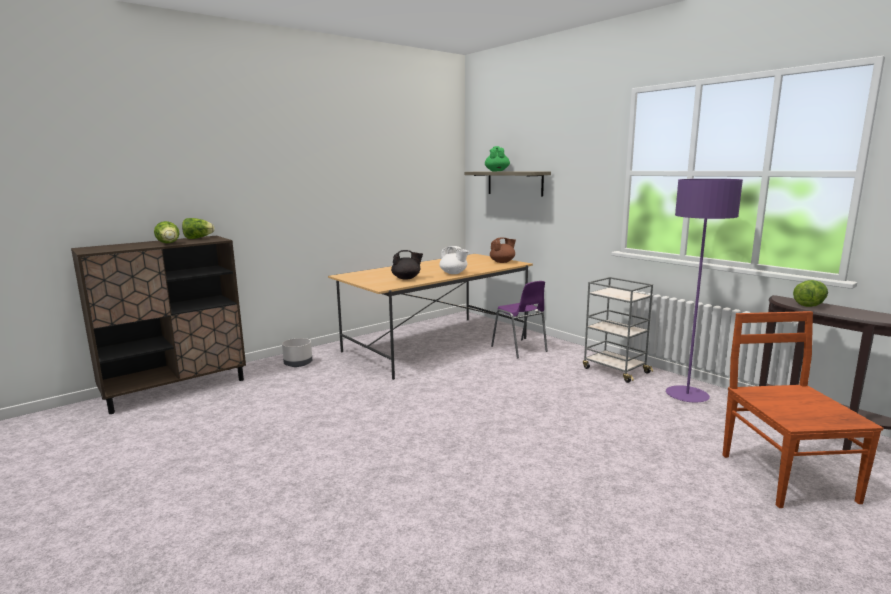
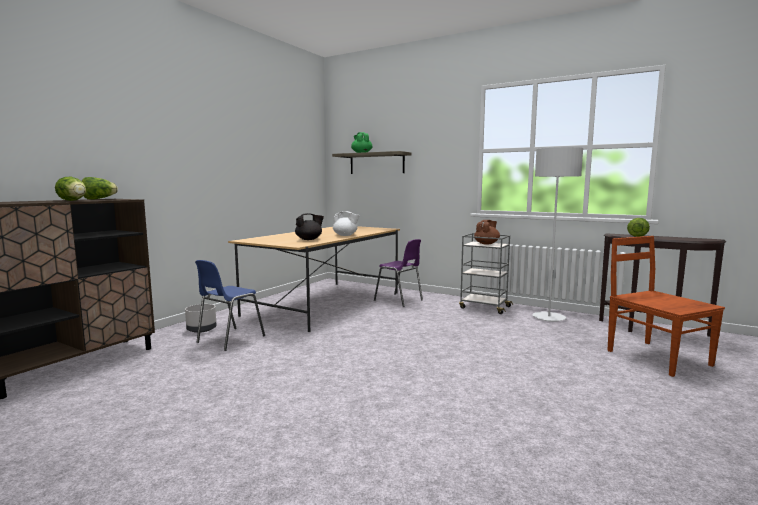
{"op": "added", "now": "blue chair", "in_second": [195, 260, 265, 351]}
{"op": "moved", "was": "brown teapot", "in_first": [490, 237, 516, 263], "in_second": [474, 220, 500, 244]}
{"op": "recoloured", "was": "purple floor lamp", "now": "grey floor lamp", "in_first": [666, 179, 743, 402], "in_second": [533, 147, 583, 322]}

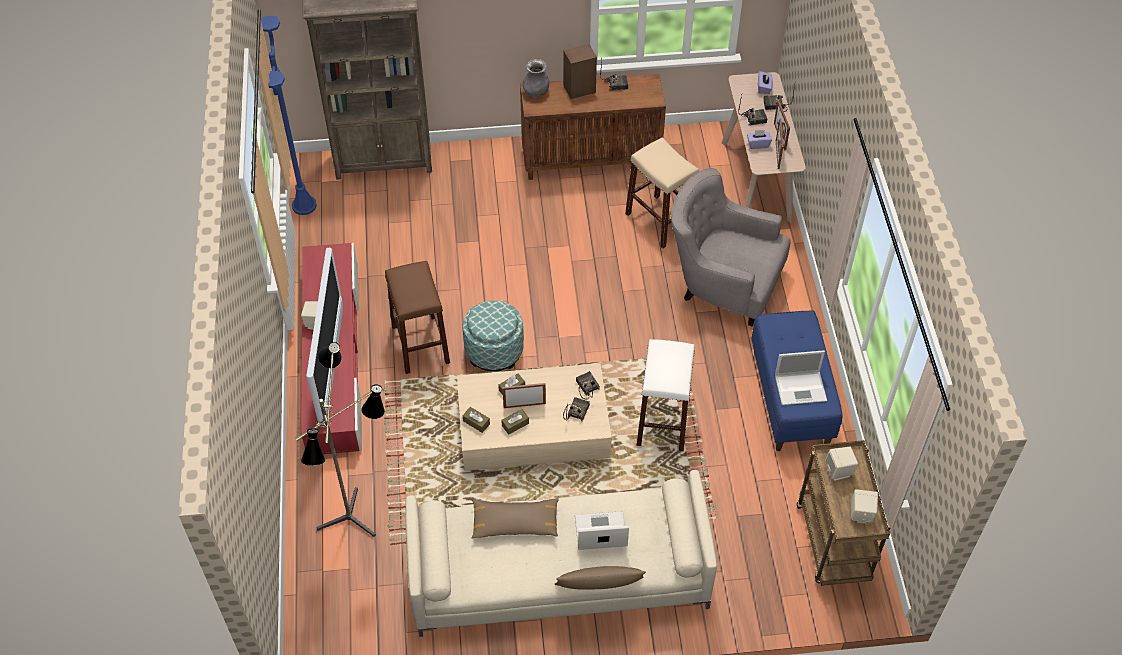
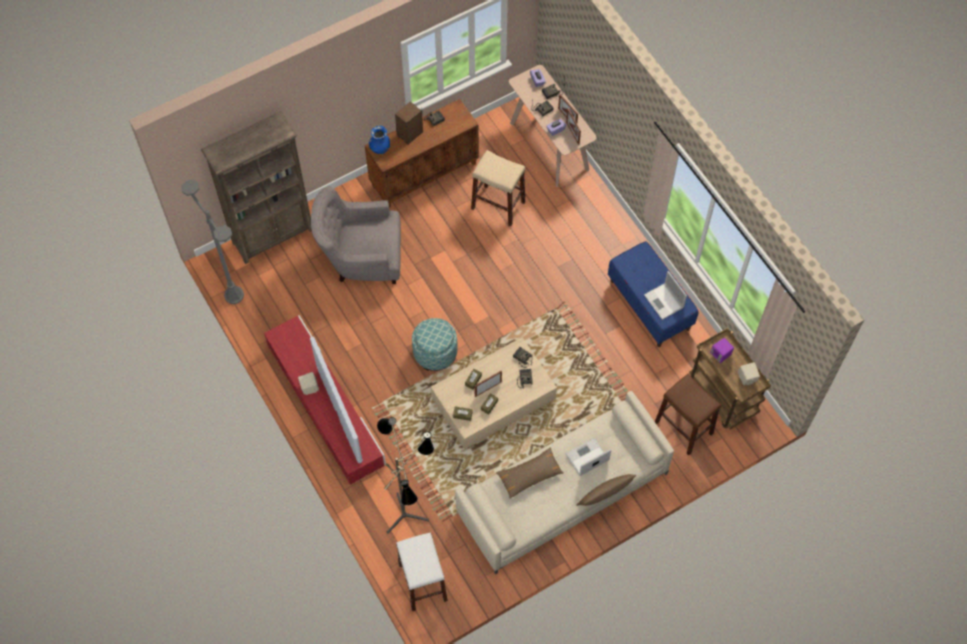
{"op": "moved", "was": "brown stool", "in_first": [385, 261, 450, 374], "in_second": [655, 374, 721, 455]}
{"op": "moved", "was": "white stool", "in_first": [636, 339, 695, 451], "in_second": [396, 533, 448, 611]}
{"op": "moved", "was": "grey armchair", "in_first": [671, 168, 791, 327], "in_second": [311, 186, 401, 284]}
{"op": "recoloured", "was": "blue floor lamp", "now": "grey floor lamp", "in_first": [261, 16, 317, 215], "in_second": [181, 179, 244, 304]}
{"op": "recoloured", "was": "grey vase", "now": "blue vase", "in_first": [522, 59, 549, 97], "in_second": [369, 126, 390, 154]}
{"op": "recoloured", "was": "beige speaker", "now": "purple speaker", "in_first": [825, 447, 858, 481], "in_second": [710, 338, 734, 363]}
{"op": "turned", "was": "laptop", "in_first": [775, 350, 827, 405], "in_second": [644, 271, 687, 320], "clockwise": 90}

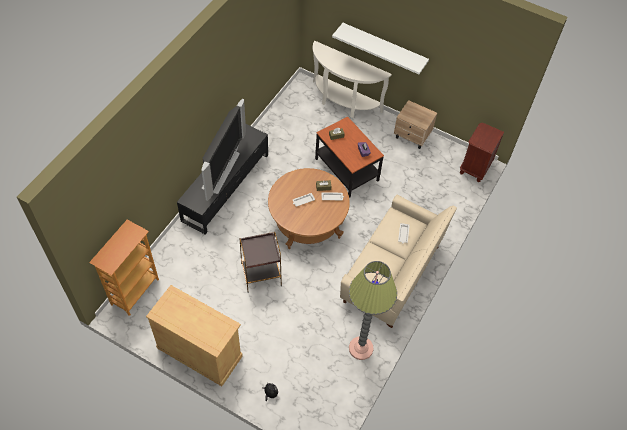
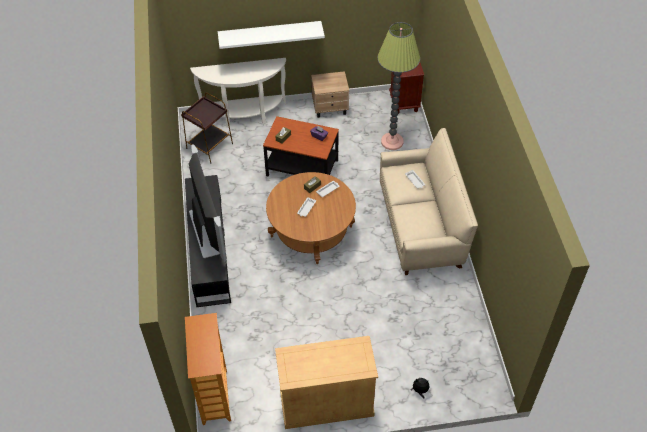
{"op": "moved", "was": "brown side table", "in_first": [240, 232, 282, 293], "in_second": [181, 93, 233, 163]}
{"op": "moved", "was": "floor lamp", "in_first": [349, 261, 397, 360], "in_second": [377, 22, 420, 150]}

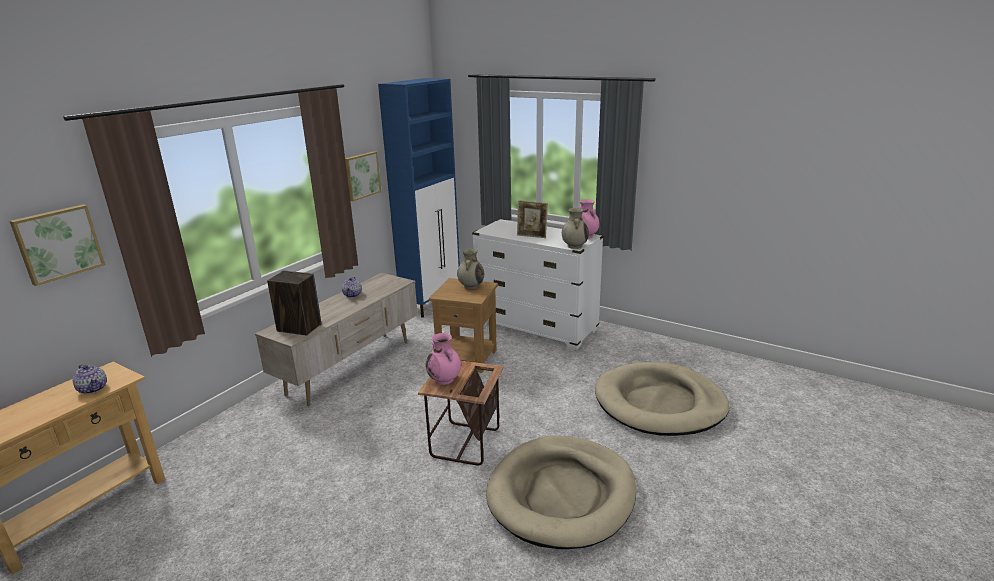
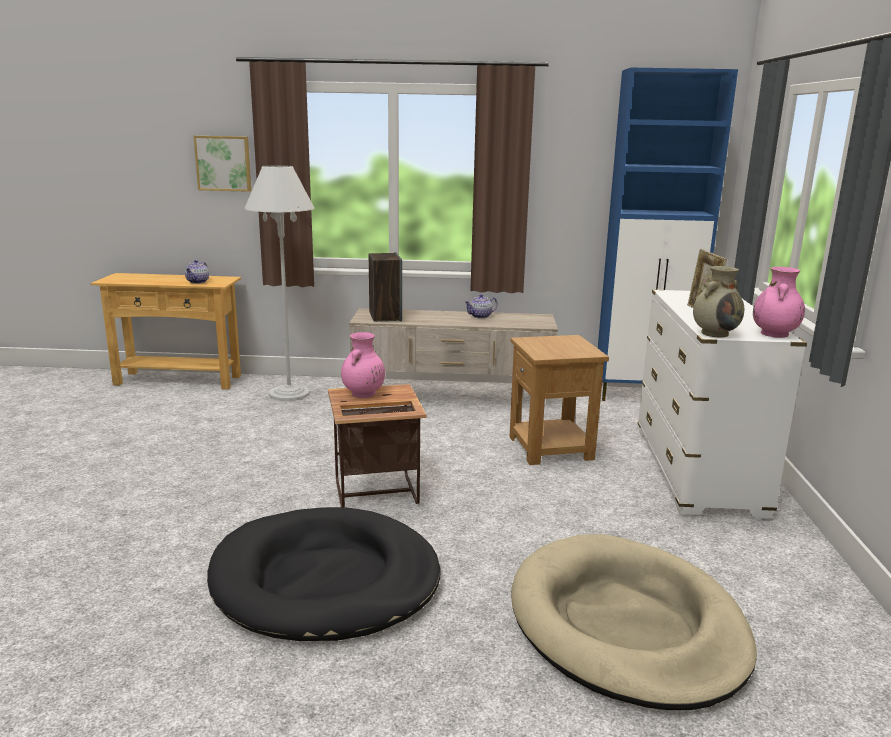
{"op": "removed", "was": "picture", "in_first": [345, 151, 381, 201]}
{"op": "removed", "was": "beige vase", "in_first": [457, 249, 484, 289]}
{"op": "added", "now": "white floor lamp", "in_second": [244, 165, 315, 401]}
{"op": "recoloured", "was": "beige dog bed", "now": "black dog bed", "in_first": [486, 435, 636, 549], "in_second": [207, 507, 440, 641]}

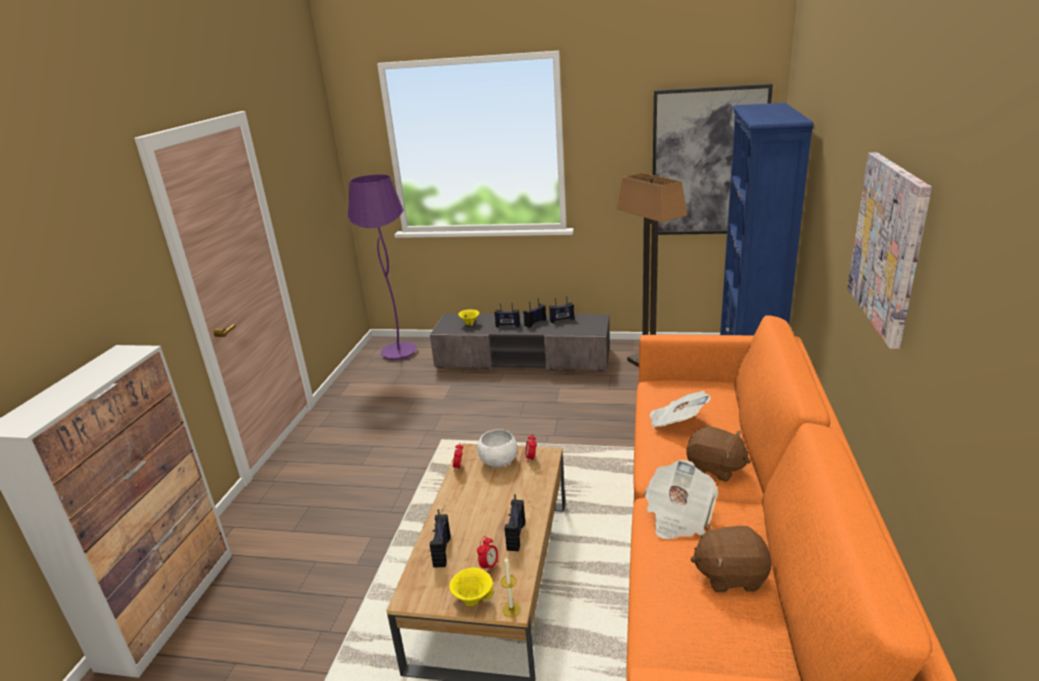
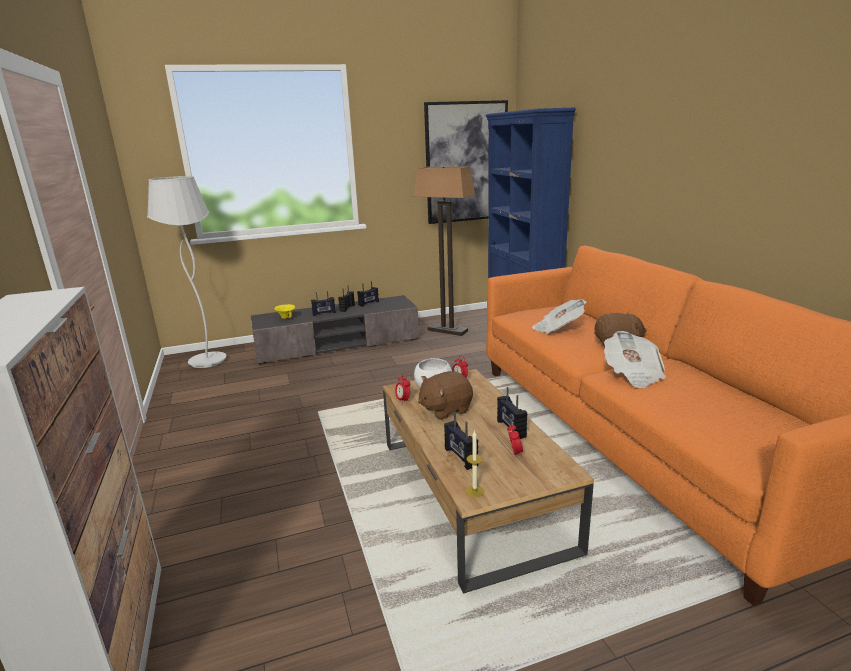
{"op": "removed", "was": "yellow bowl", "in_first": [449, 567, 493, 606]}
{"op": "removed", "was": "picture", "in_first": [847, 152, 932, 349]}
{"op": "moved", "was": "candle", "in_first": [500, 558, 521, 617], "in_second": [466, 430, 484, 497]}
{"op": "moved", "was": "brown plush toy", "in_first": [690, 523, 771, 593], "in_second": [418, 371, 473, 420]}
{"op": "recoloured", "was": "purple floor lamp", "now": "white floor lamp", "in_first": [347, 174, 417, 360], "in_second": [147, 176, 227, 368]}

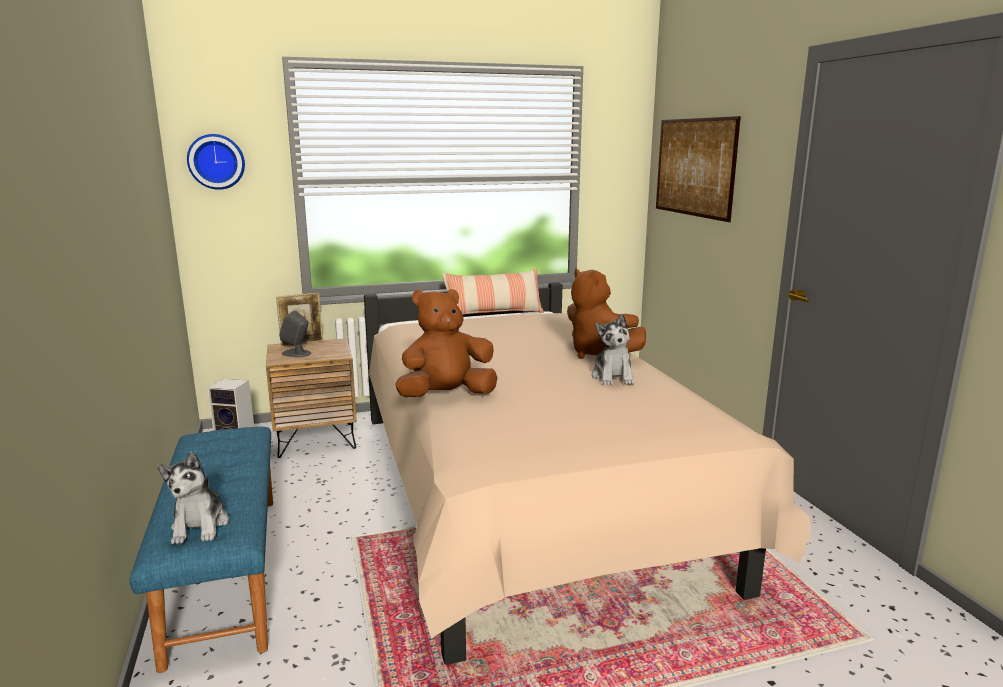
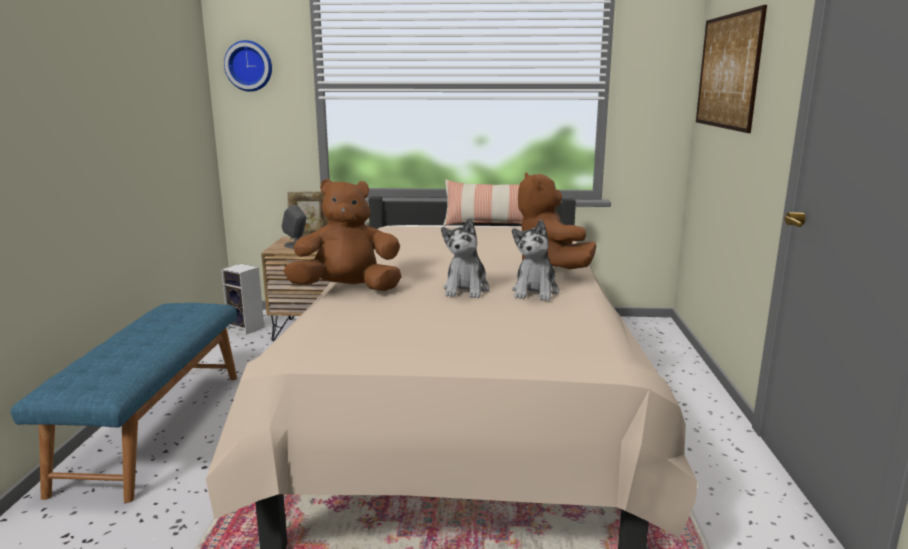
{"op": "moved", "was": "plush toy", "in_first": [157, 451, 229, 544], "in_second": [441, 218, 490, 298]}

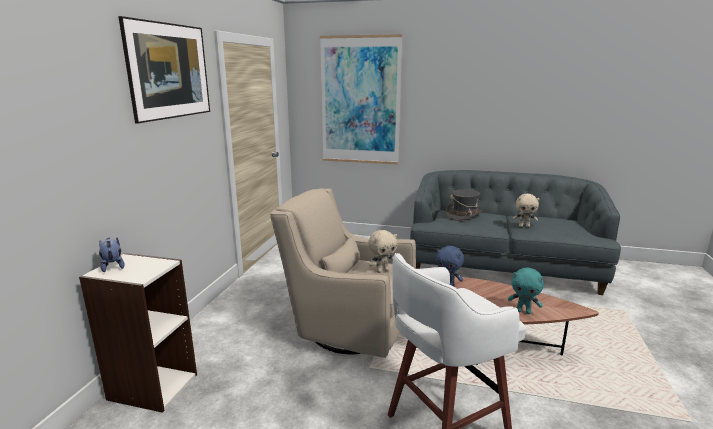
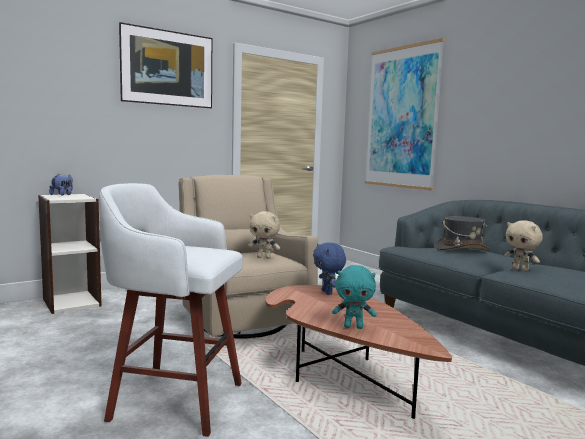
{"op": "turned", "was": "turquoise plush toy", "in_first": [508, 268, 544, 314], "in_second": [332, 265, 377, 329], "clockwise": -60}

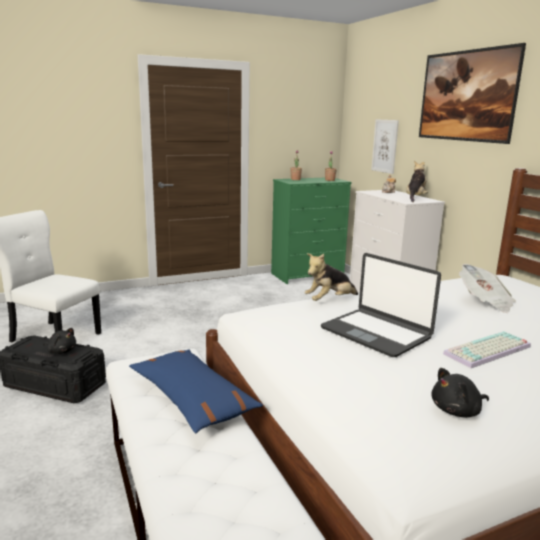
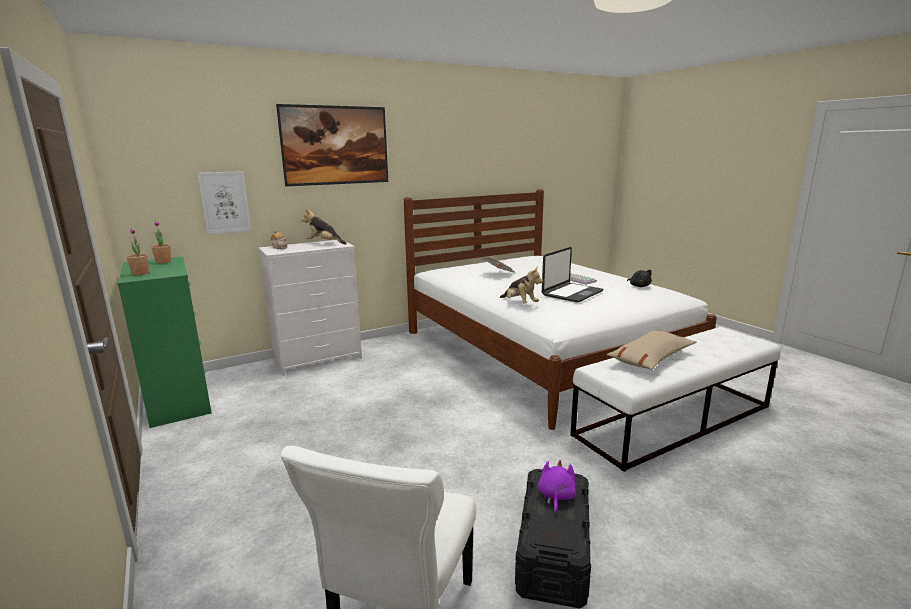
{"op": "recoloured", "was": "black plush toy", "now": "purple plush toy", "in_first": [43, 328, 76, 354], "in_second": [538, 460, 576, 514]}
{"op": "recoloured", "was": "blue pillow", "now": "beige pillow", "in_first": [129, 350, 263, 433], "in_second": [607, 330, 696, 370]}

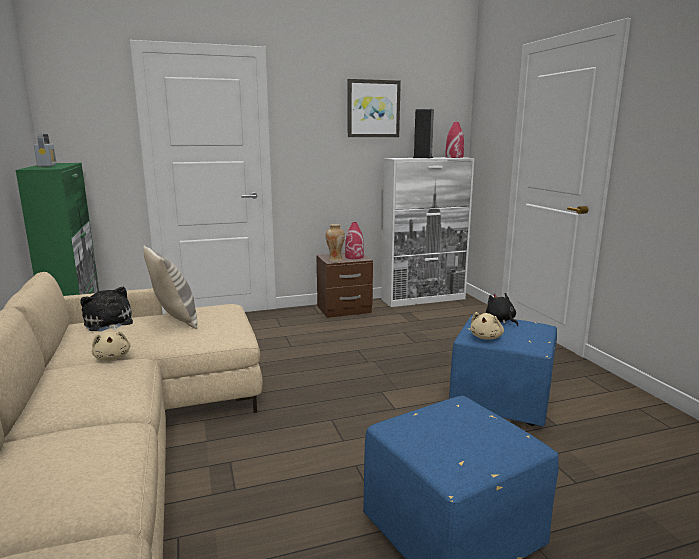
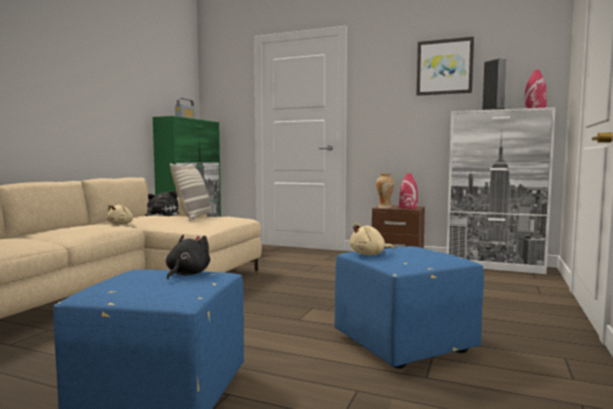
{"op": "moved", "was": "black plush toy", "in_first": [486, 293, 518, 326], "in_second": [166, 235, 210, 280]}

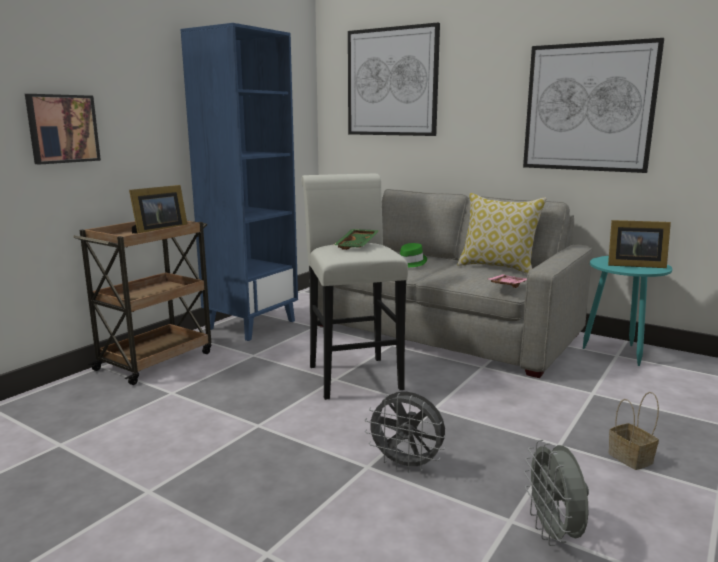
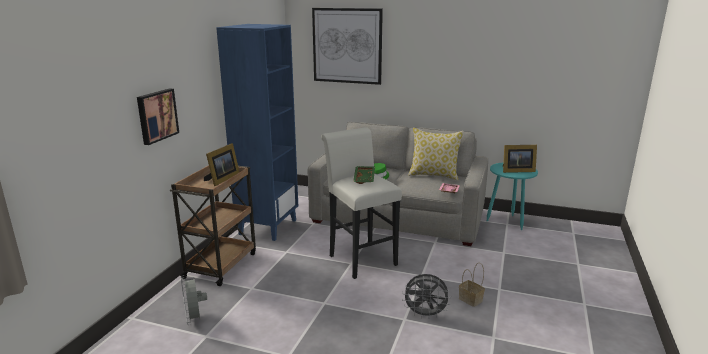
{"op": "removed", "was": "picture", "in_first": [523, 38, 664, 173]}
{"op": "moved", "was": "grey fan", "in_first": [524, 440, 589, 546], "in_second": [181, 275, 207, 325]}
{"op": "moved", "was": "basket", "in_first": [608, 392, 659, 470], "in_second": [459, 263, 485, 307]}

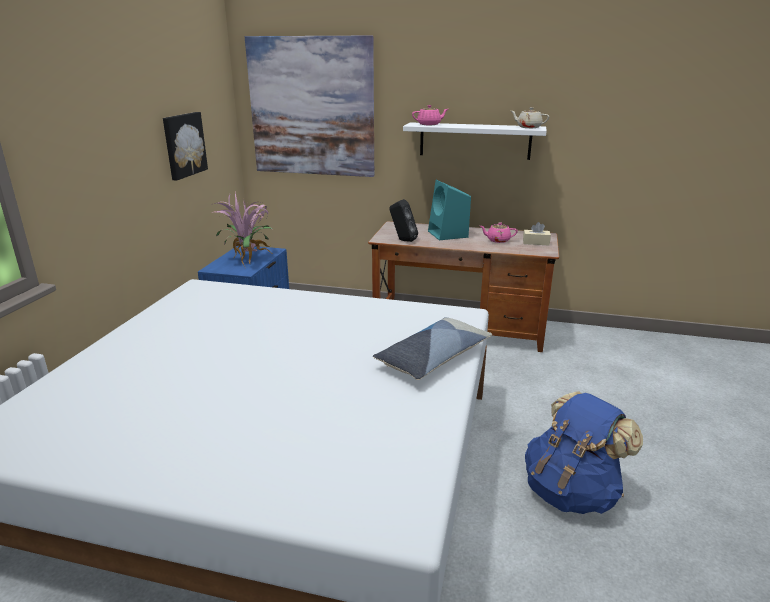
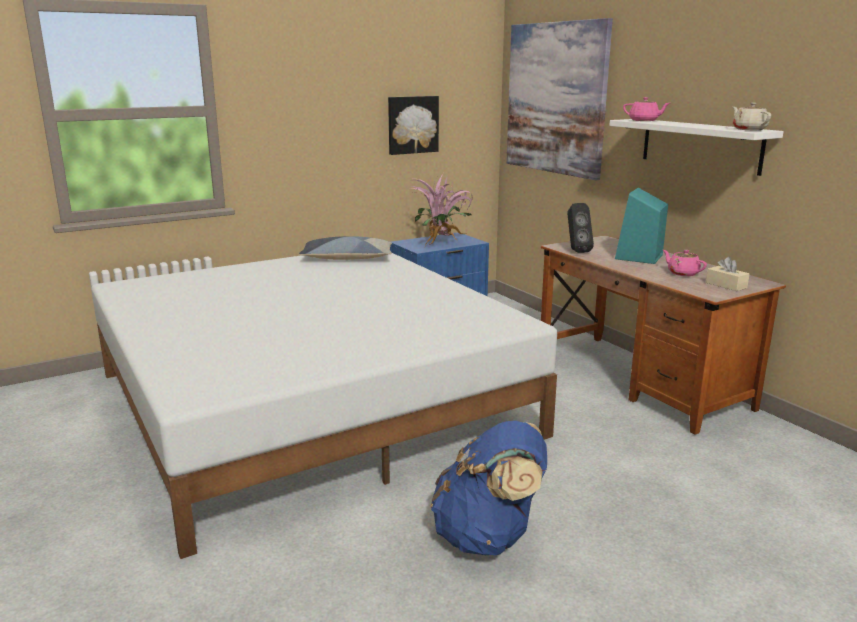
{"op": "moved", "was": "pillow", "in_first": [373, 317, 492, 380], "in_second": [299, 236, 392, 260]}

